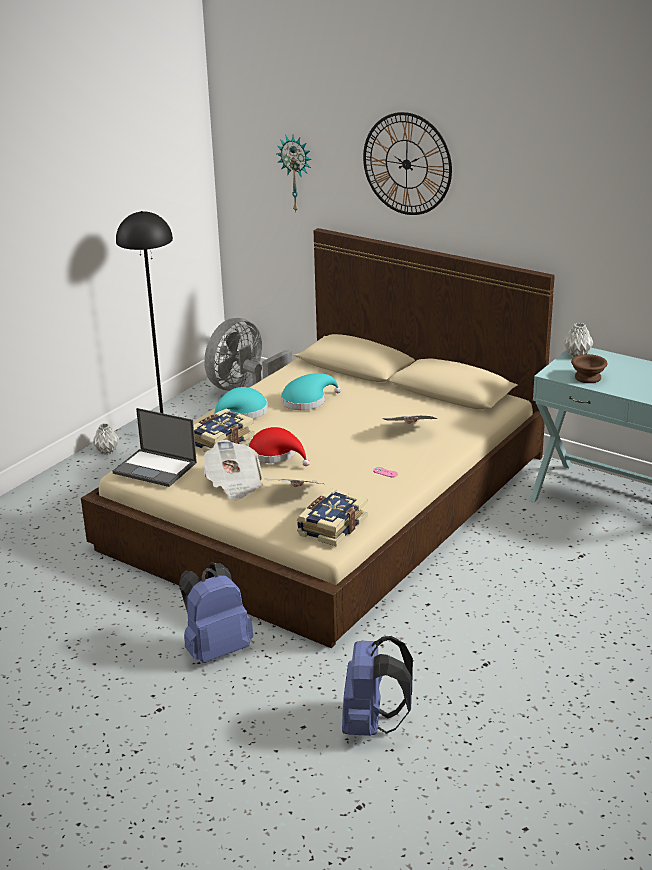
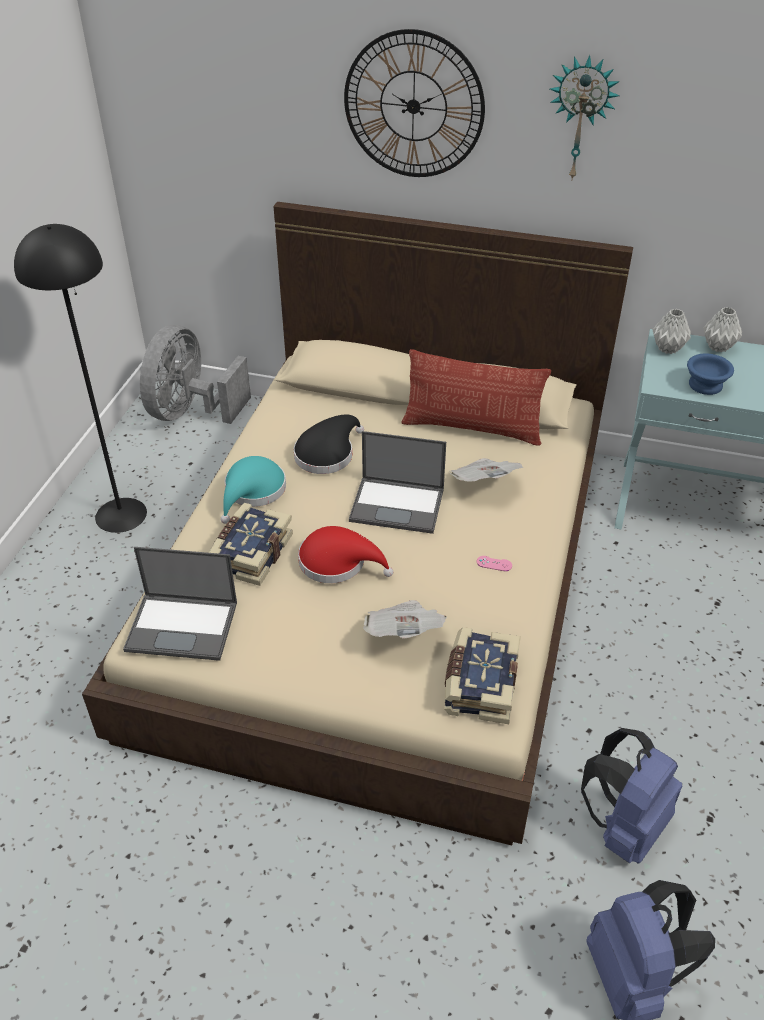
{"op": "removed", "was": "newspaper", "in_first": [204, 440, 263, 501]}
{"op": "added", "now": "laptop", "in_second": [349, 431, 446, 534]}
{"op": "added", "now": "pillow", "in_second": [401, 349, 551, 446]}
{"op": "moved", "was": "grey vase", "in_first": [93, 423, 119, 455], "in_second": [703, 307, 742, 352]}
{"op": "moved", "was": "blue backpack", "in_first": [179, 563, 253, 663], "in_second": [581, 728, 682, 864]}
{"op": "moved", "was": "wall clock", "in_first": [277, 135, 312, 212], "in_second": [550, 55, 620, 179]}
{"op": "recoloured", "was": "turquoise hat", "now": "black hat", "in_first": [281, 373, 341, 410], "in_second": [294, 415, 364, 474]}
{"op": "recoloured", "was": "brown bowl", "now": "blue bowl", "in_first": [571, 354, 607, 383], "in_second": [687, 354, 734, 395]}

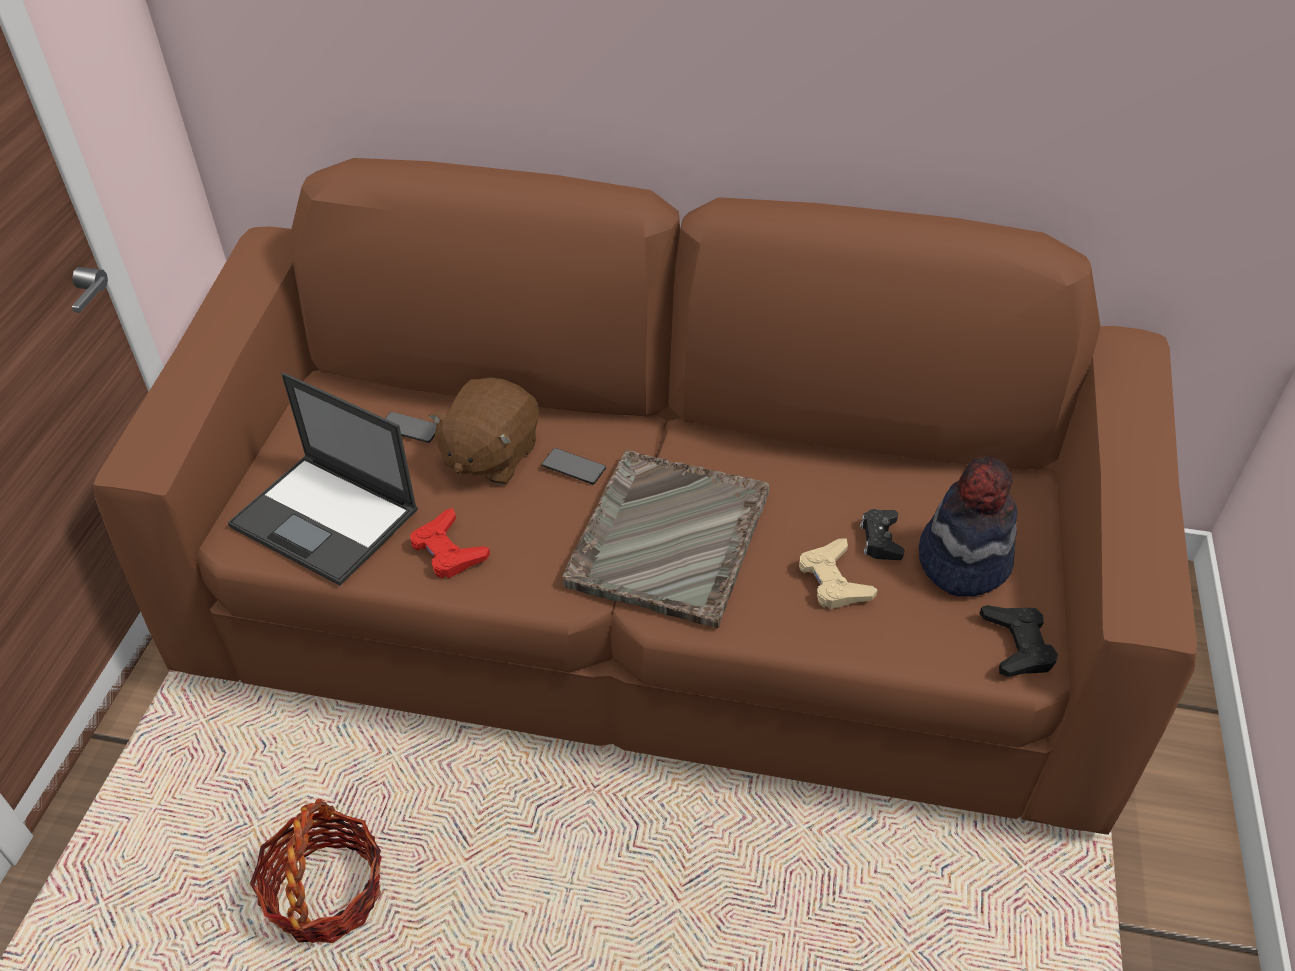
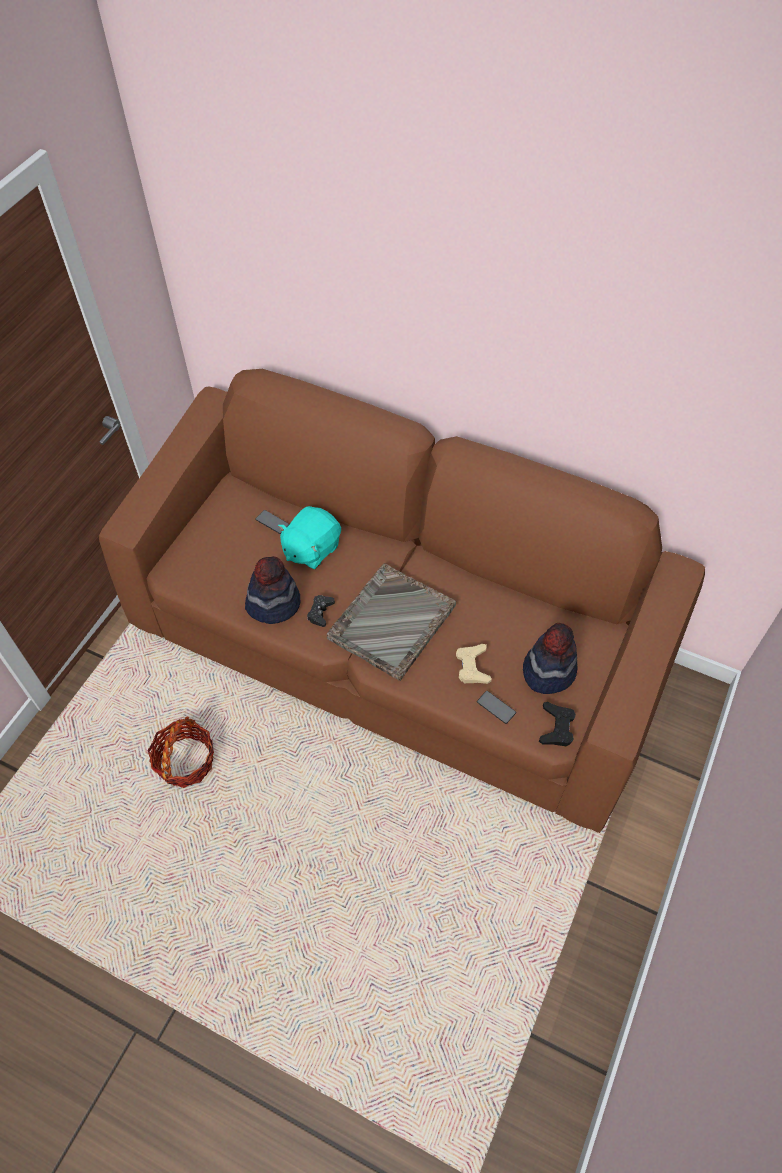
{"op": "removed", "was": "laptop", "in_first": [228, 373, 418, 586]}
{"op": "moved", "was": "phone", "in_first": [542, 448, 606, 484], "in_second": [477, 691, 516, 724]}
{"op": "moved", "was": "black game controller", "in_first": [860, 509, 905, 560], "in_second": [307, 595, 335, 627]}
{"op": "replaced", "was": "red game controller", "now": "hat", "in_first": [410, 508, 490, 579], "in_second": [245, 556, 301, 624]}
{"op": "recoloured", "was": "brown plush toy", "now": "turquoise plush toy", "in_first": [429, 377, 539, 485], "in_second": [278, 506, 341, 569]}

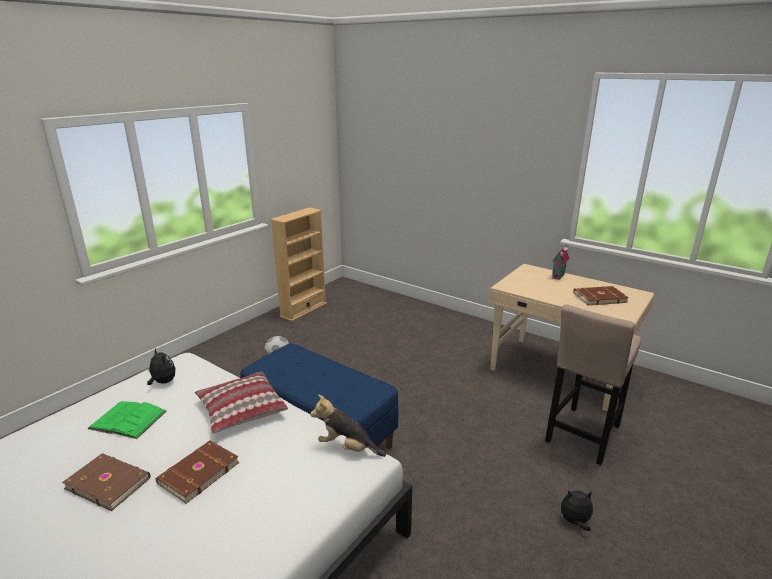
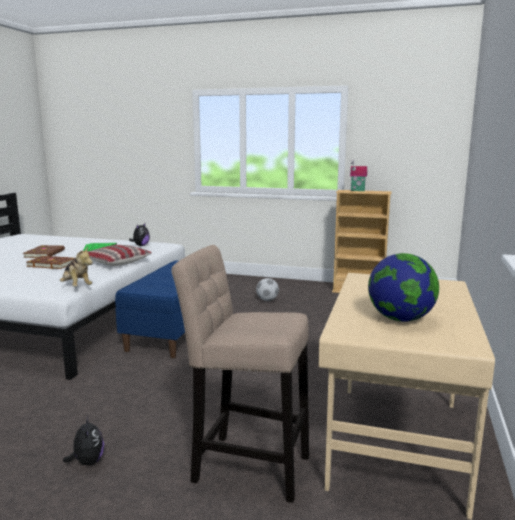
{"op": "moved", "was": "toy house", "in_first": [552, 245, 569, 280], "in_second": [350, 160, 367, 191]}
{"op": "replaced", "was": "brown book", "now": "globe", "in_first": [573, 286, 629, 305], "in_second": [368, 253, 439, 322]}
{"op": "turned", "was": "plush toy", "in_first": [310, 394, 386, 457], "in_second": [60, 247, 93, 287], "clockwise": 135}

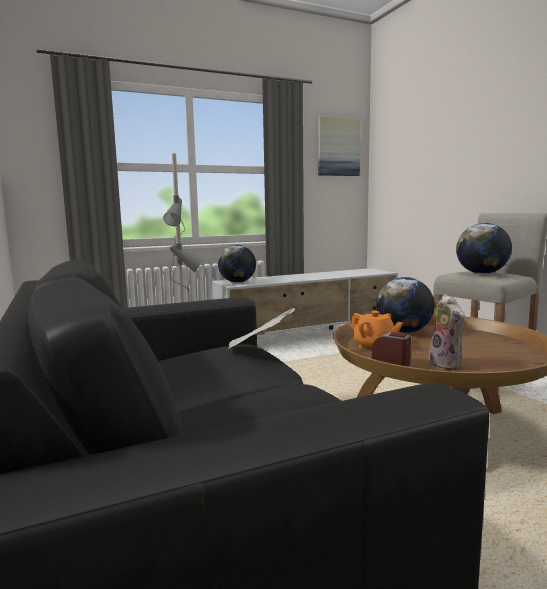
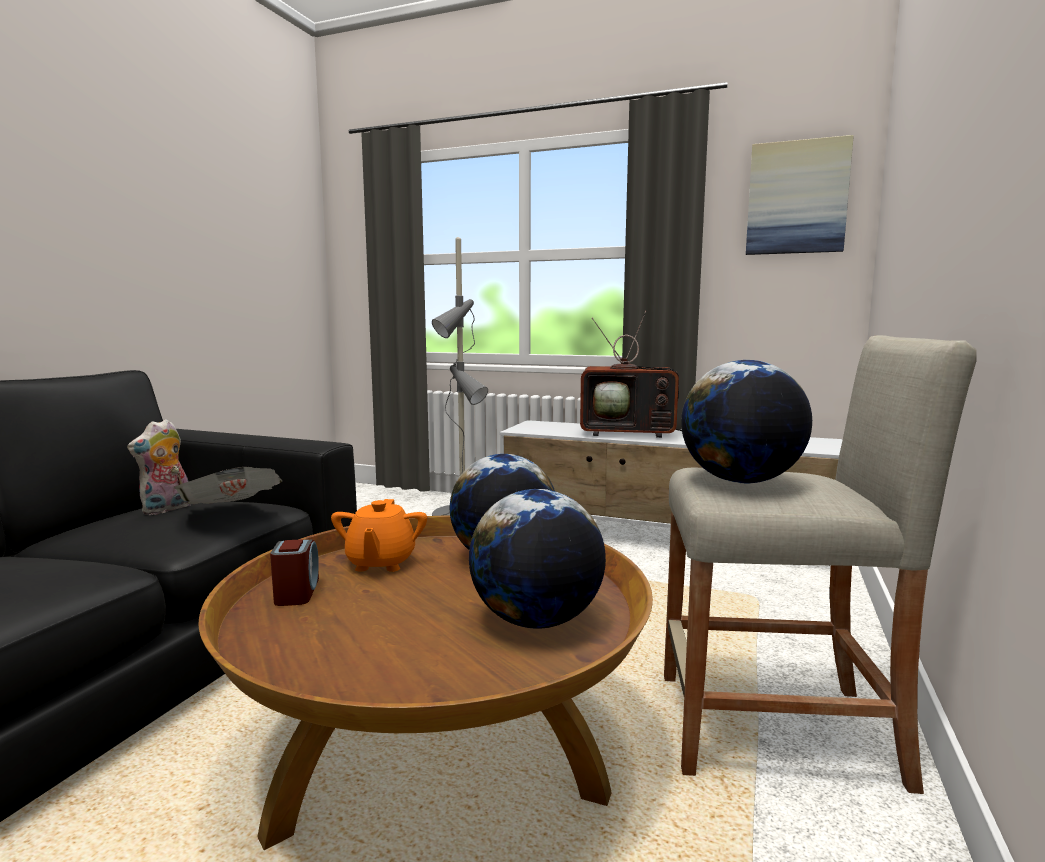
{"op": "added", "now": "television", "in_second": [580, 310, 682, 438]}
{"op": "moved", "was": "globe", "in_first": [218, 245, 256, 283], "in_second": [469, 489, 606, 629]}
{"op": "moved", "was": "plush toy", "in_first": [429, 294, 465, 370], "in_second": [127, 419, 190, 515]}

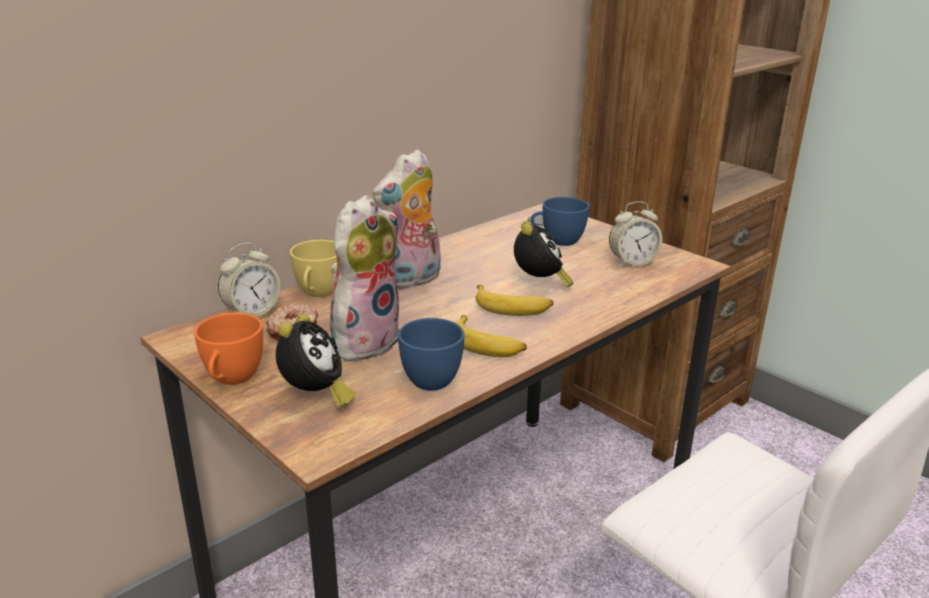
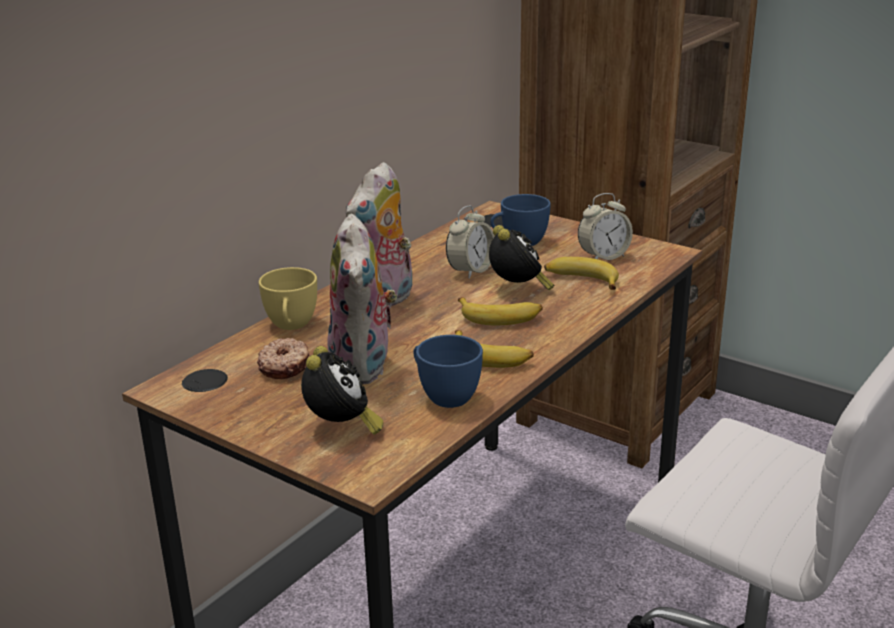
{"op": "removed", "was": "orange cup", "in_first": [194, 313, 263, 385]}
{"op": "added", "now": "banana", "in_second": [544, 257, 619, 290]}
{"op": "moved", "was": "alarm clock", "in_first": [218, 243, 281, 316], "in_second": [446, 206, 494, 279]}
{"op": "turned", "was": "plush toy", "in_first": [330, 195, 399, 361], "in_second": [327, 214, 397, 384], "clockwise": 150}

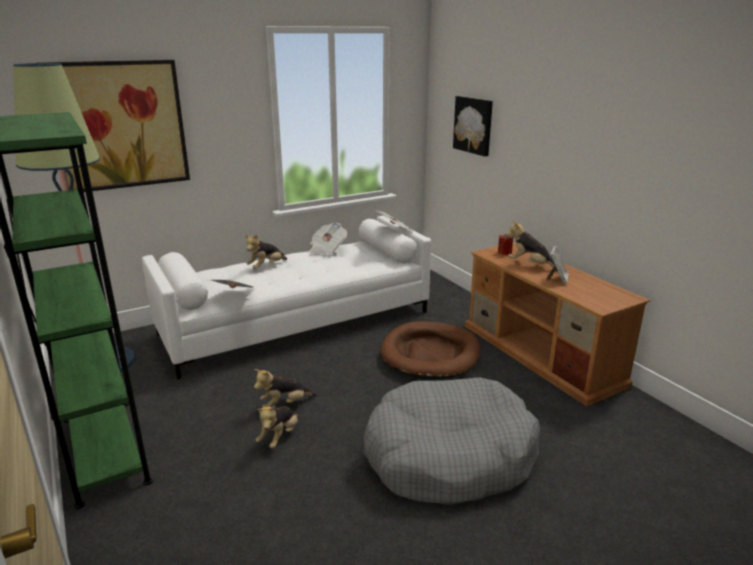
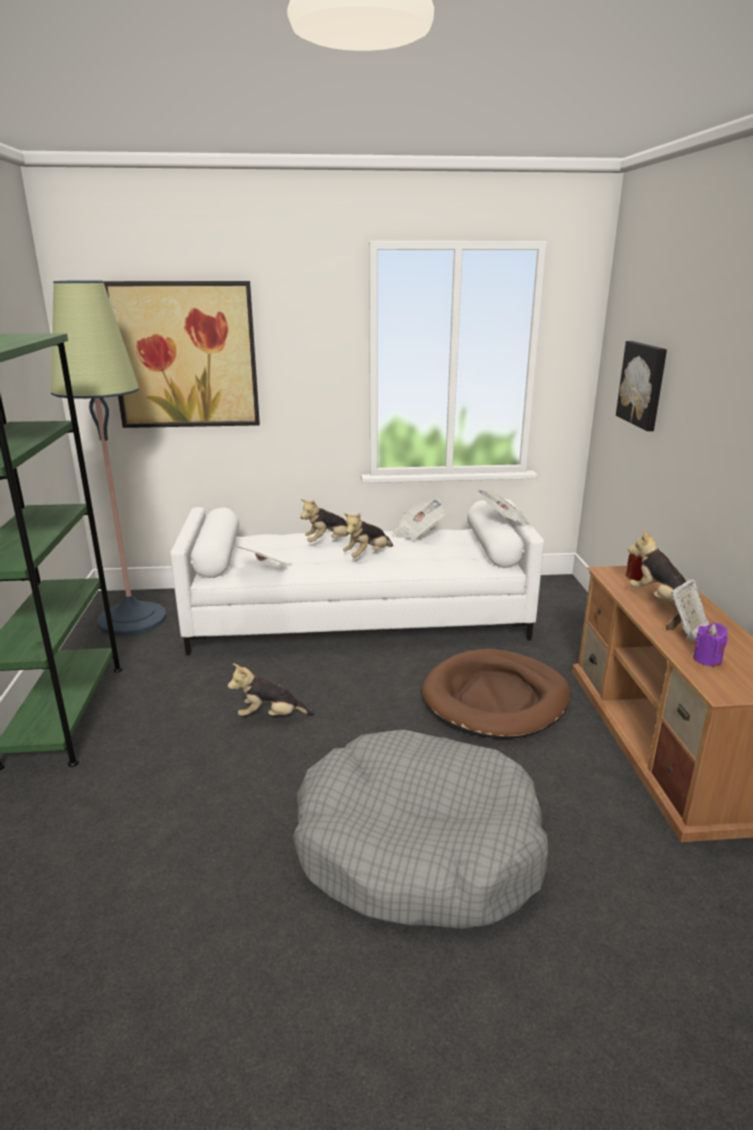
{"op": "added", "now": "purple candle", "in_second": [693, 623, 728, 667]}
{"op": "moved", "was": "plush toy", "in_first": [256, 405, 298, 448], "in_second": [343, 513, 393, 558]}

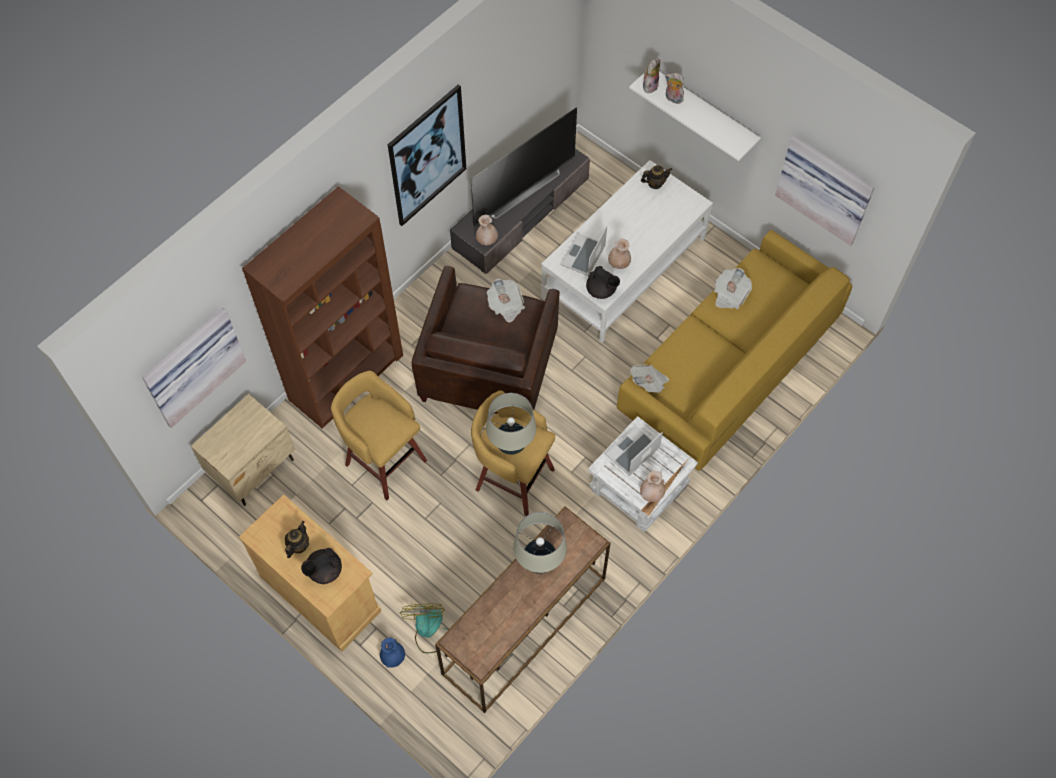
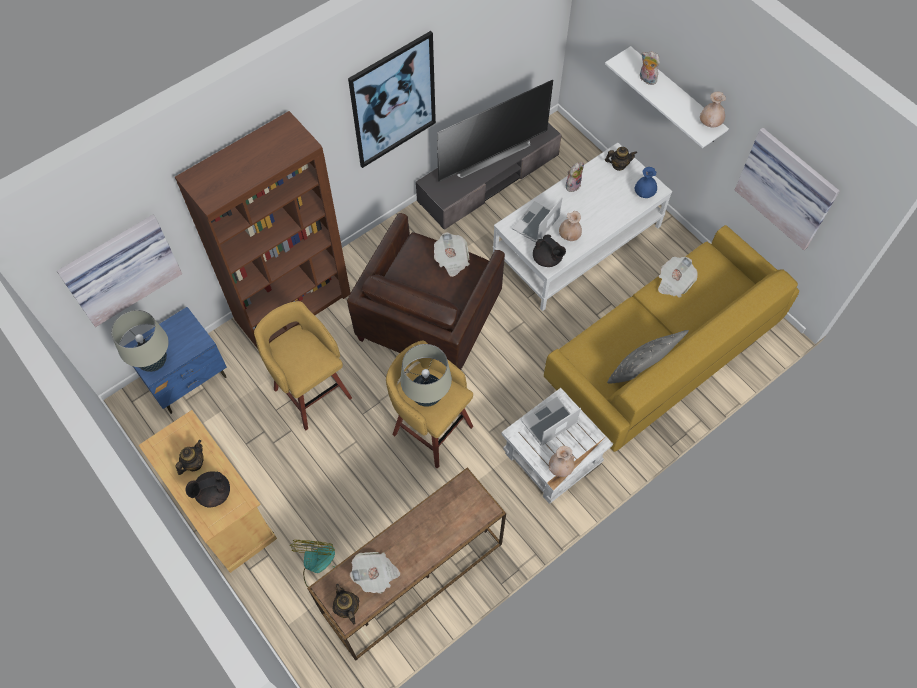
{"op": "added", "now": "teapot", "in_second": [332, 584, 359, 624]}
{"op": "added", "now": "grey pillow", "in_second": [607, 330, 689, 384]}
{"op": "moved", "was": "blue vase", "in_first": [380, 637, 405, 668], "in_second": [635, 167, 657, 198]}
{"op": "moved", "was": "beige vase", "in_first": [476, 215, 498, 245], "in_second": [700, 92, 726, 127]}
{"op": "moved", "was": "beige table lamp", "in_first": [513, 512, 567, 574], "in_second": [111, 310, 169, 372]}
{"op": "moved", "was": "newspaper", "in_first": [630, 365, 669, 393], "in_second": [350, 552, 400, 594]}
{"op": "moved", "was": "plush toy", "in_first": [643, 59, 660, 93], "in_second": [566, 162, 584, 192]}
{"op": "recoloured", "was": "beige nightstand", "now": "blue nightstand", "in_first": [191, 394, 295, 506], "in_second": [123, 307, 227, 414]}

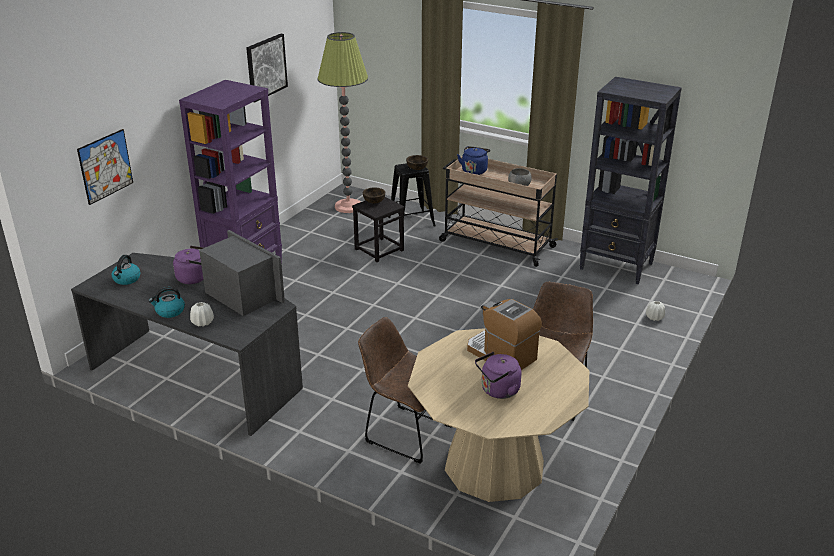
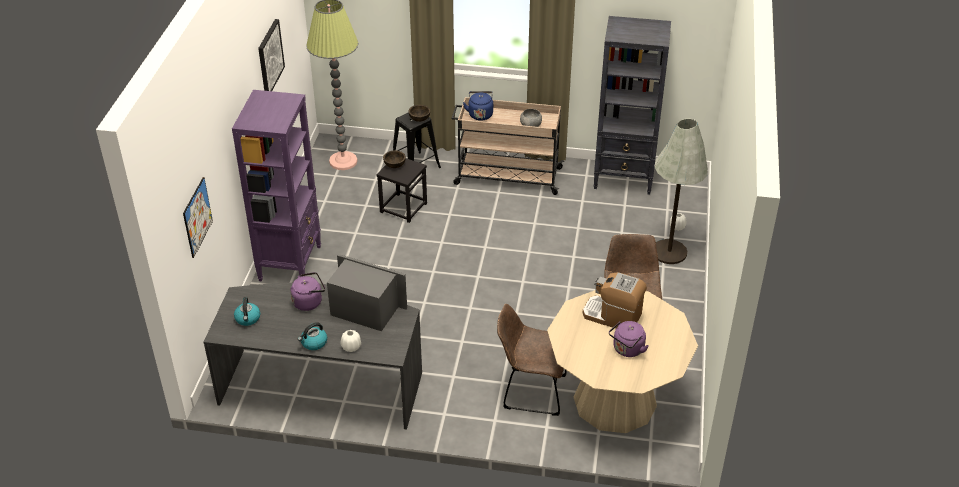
{"op": "added", "now": "grey floor lamp", "in_second": [655, 119, 708, 264]}

